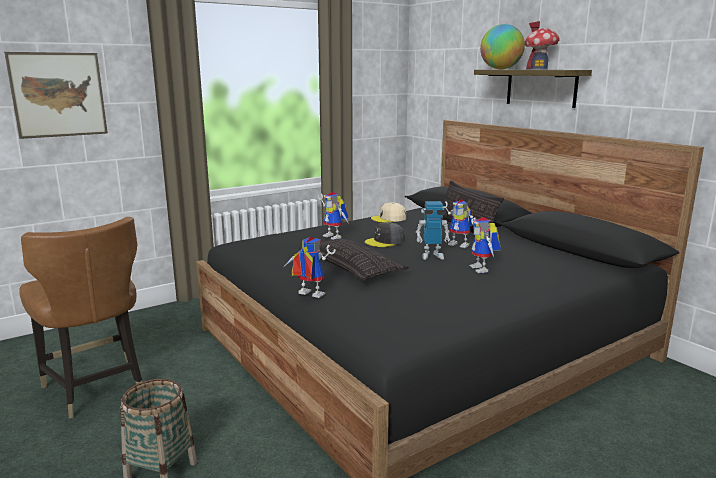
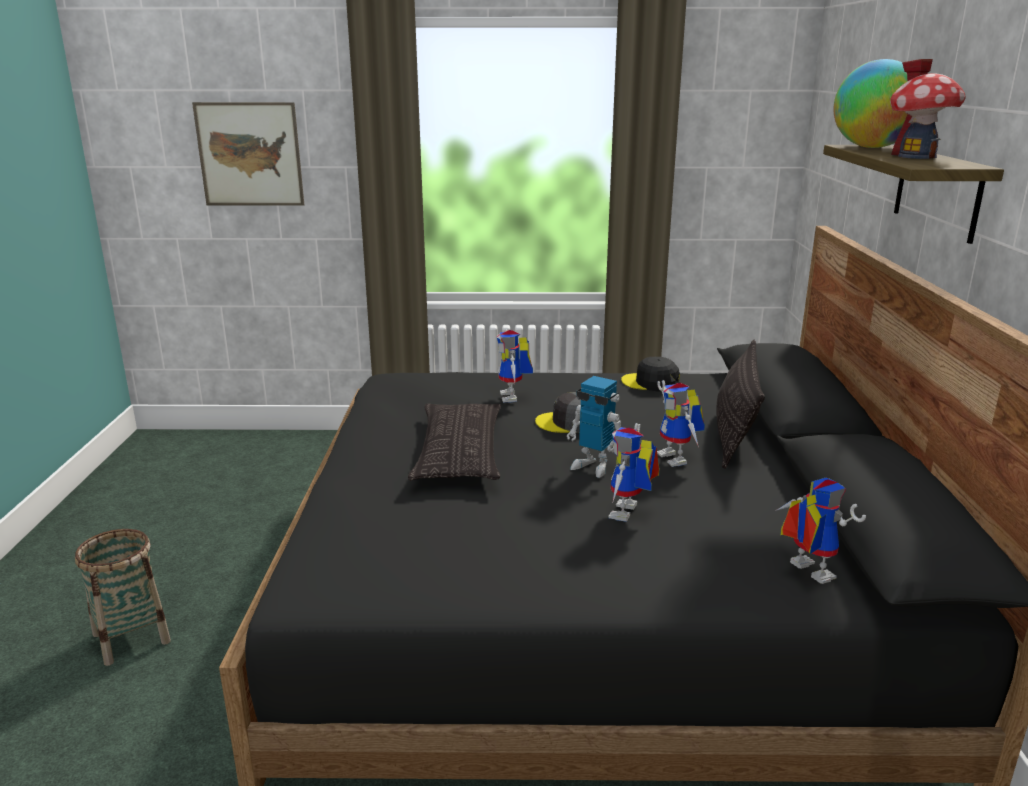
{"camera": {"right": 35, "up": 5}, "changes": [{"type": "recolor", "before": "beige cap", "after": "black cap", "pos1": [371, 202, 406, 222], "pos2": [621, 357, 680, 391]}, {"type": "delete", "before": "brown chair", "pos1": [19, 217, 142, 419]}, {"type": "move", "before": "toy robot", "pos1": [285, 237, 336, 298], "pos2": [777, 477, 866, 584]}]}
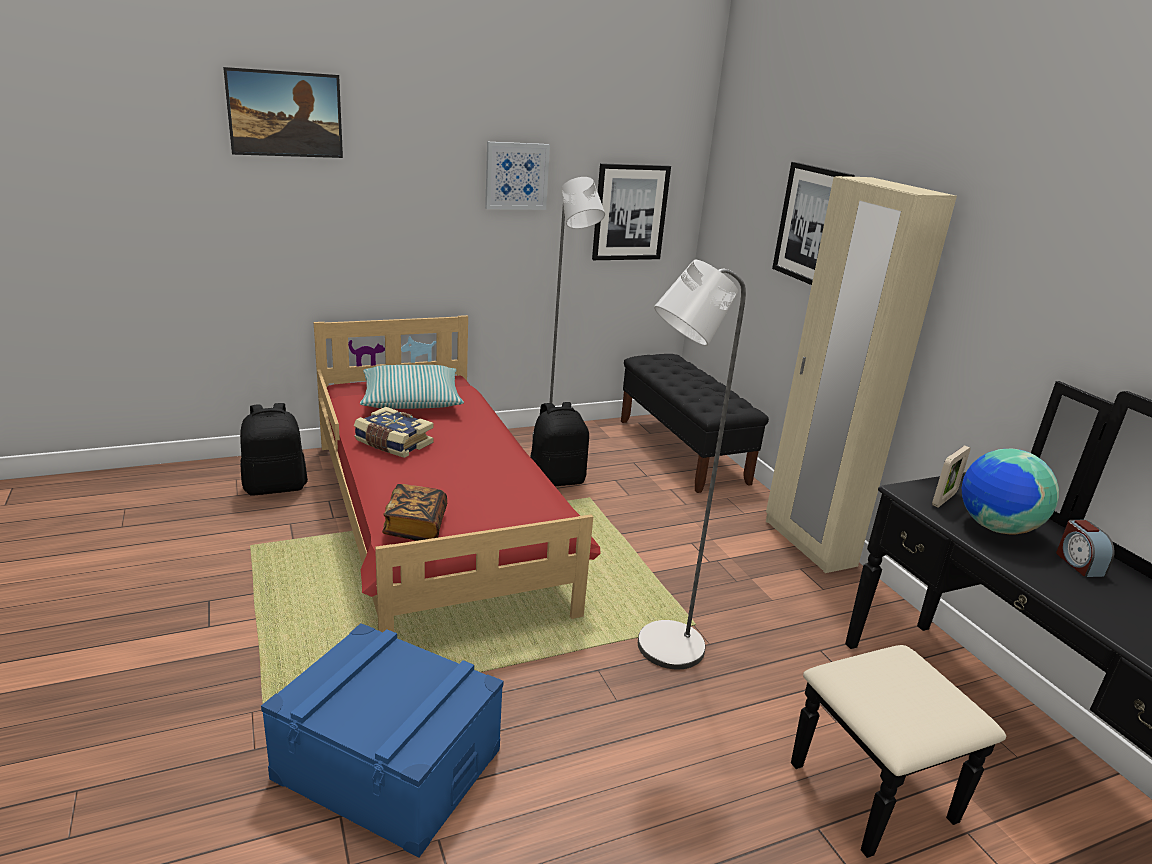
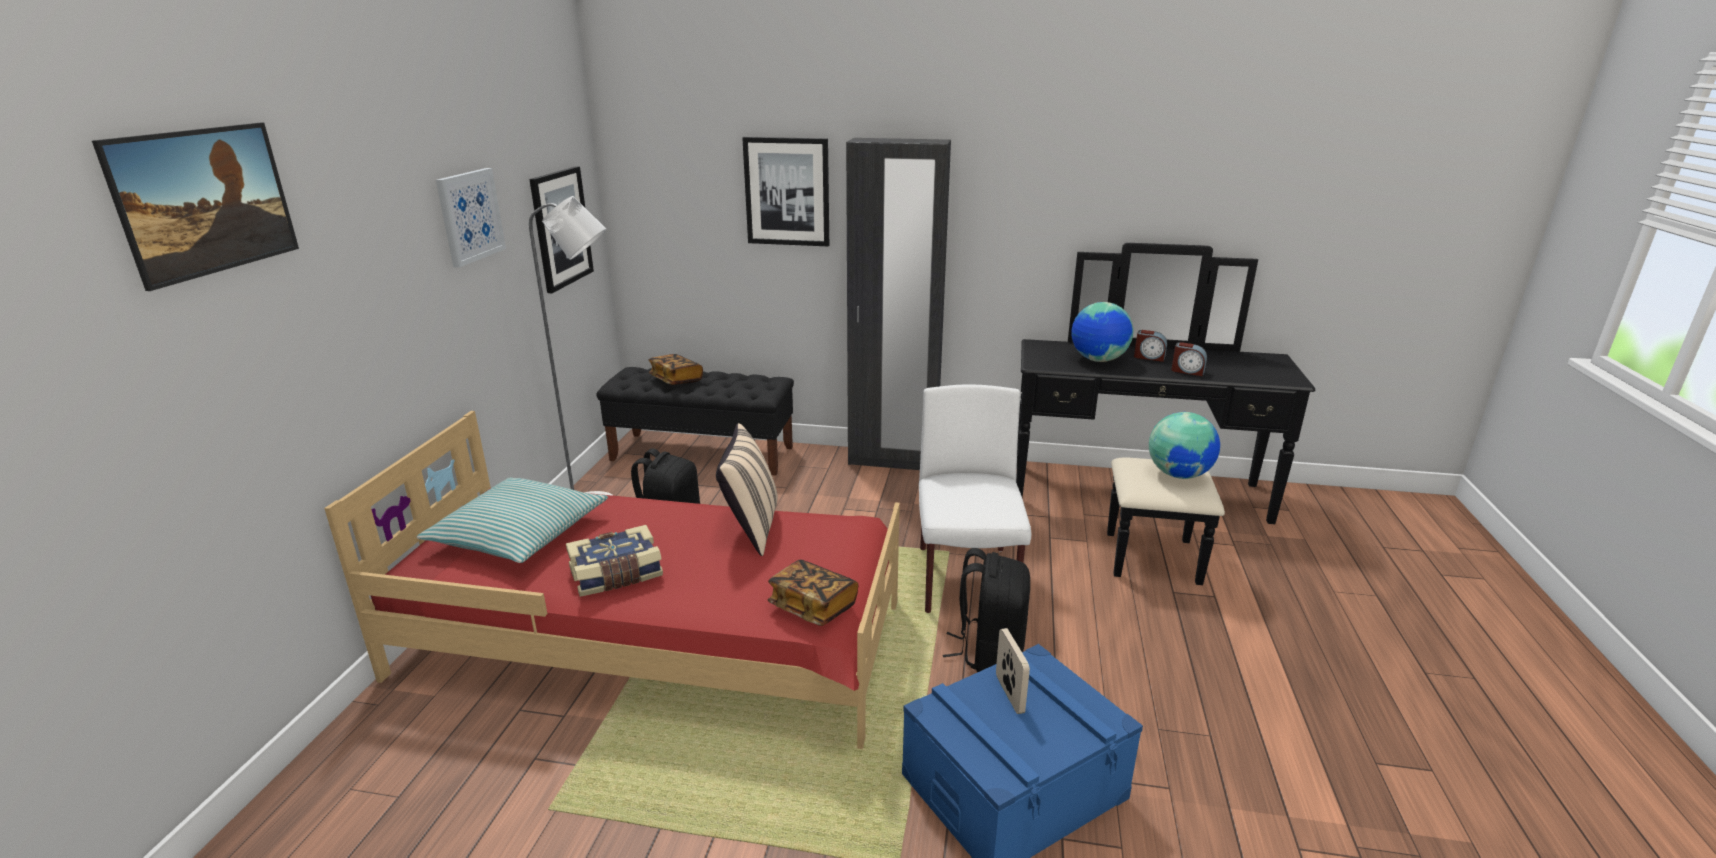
{"camera": {"right": -55, "up": 0}, "changes": [{"type": "recolor", "before": "beige wardrobe", "after": "black wardrobe", "pos1": [766, 176, 957, 573], "pos2": [846, 138, 951, 470]}, {"type": "replace", "before": "grey floor lamp", "after": "white chair", "pos1": [638, 260, 746, 670], "pos2": [919, 385, 1031, 613]}, {"type": "move", "before": "black backpack", "pos1": [240, 403, 308, 496], "pos2": [943, 548, 1030, 672]}, {"type": "move", "before": "picture frame", "pos1": [932, 445, 971, 507], "pos2": [996, 628, 1030, 714]}, {"type": "insert", "after": "alarm clock", "pos2": [1171, 342, 1207, 376]}, {"type": "insert", "after": "book", "pos2": [649, 354, 703, 385]}, {"type": "insert", "after": "globe", "pos2": [1149, 412, 1220, 479]}, {"type": "insert", "after": "beige pillow", "pos2": [716, 423, 778, 556]}]}
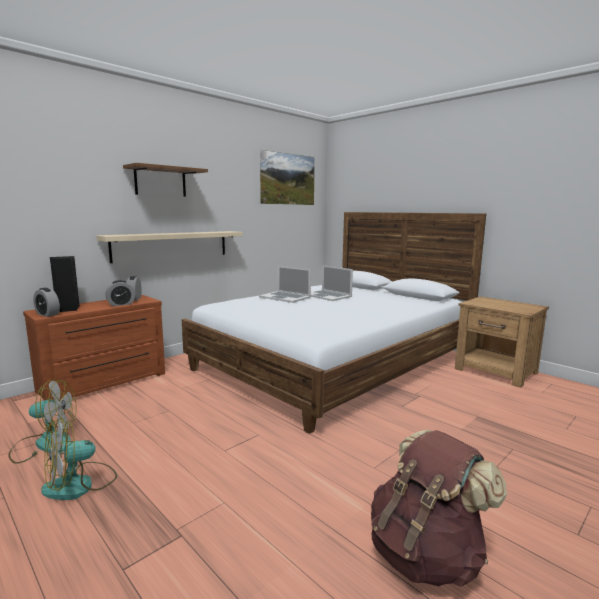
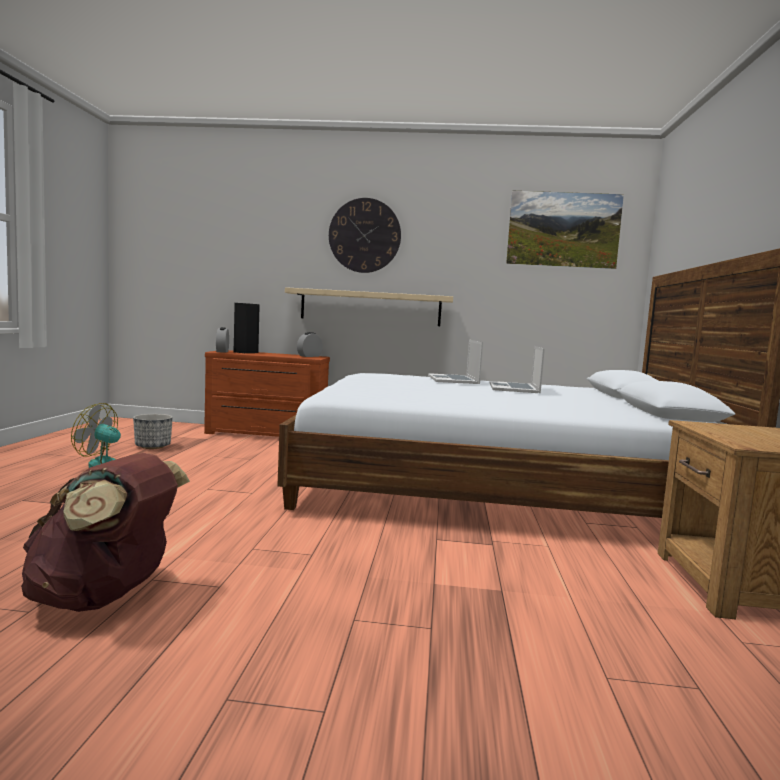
{"camera": {"right": 50, "up": -5}, "changes": [{"type": "replace", "before": "brown shelf", "after": "wall clock", "pos1": [123, 163, 208, 196], "pos2": [329, 198, 401, 273]}, {"type": "delete", "before": "alarm clock", "pos1": [105, 280, 135, 306]}, {"type": "replace", "before": "fan", "after": "planter", "pos1": [8, 379, 77, 464], "pos2": [133, 414, 173, 449]}]}
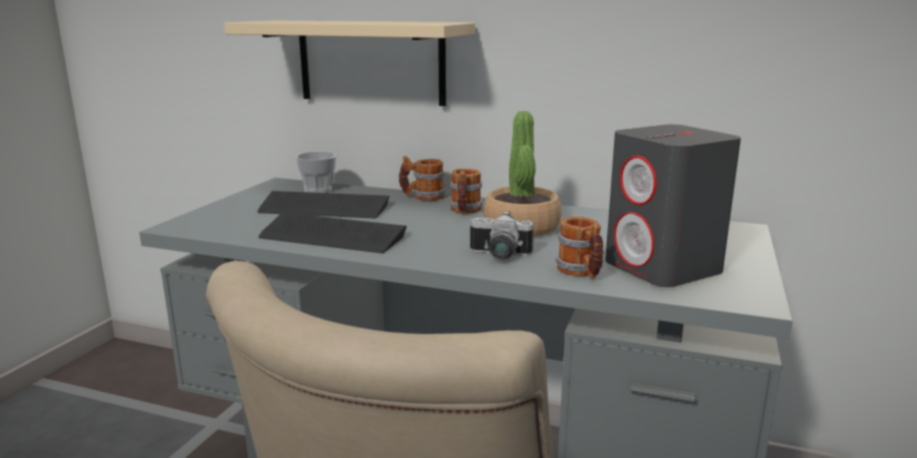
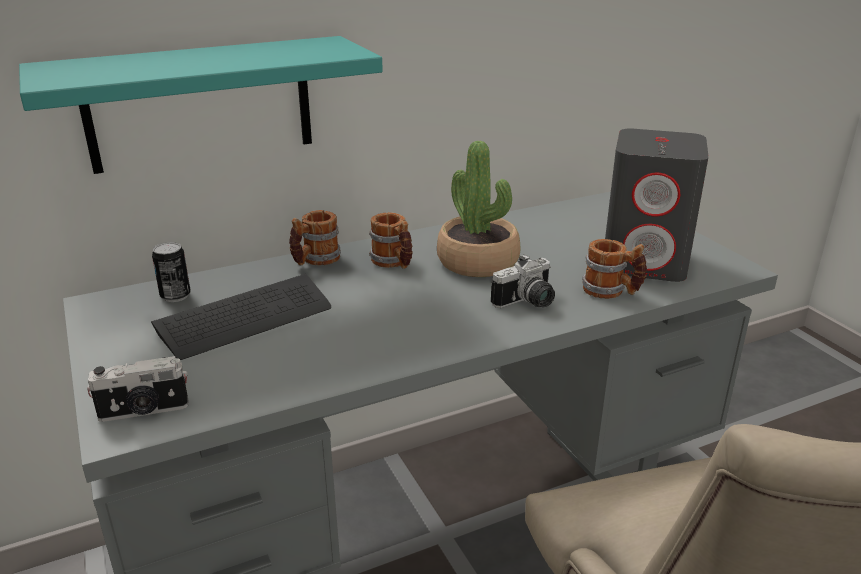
{"camera": {"right": -45, "up": 10}, "changes": [{"type": "recolor", "before": "beige shelf", "after": "turquoise shelf", "pos1": [224, 21, 475, 106], "pos2": [19, 36, 383, 174]}, {"type": "replace", "before": "cup", "after": "can", "pos1": [295, 152, 336, 193], "pos2": [152, 242, 191, 302]}, {"type": "delete", "before": "keyboard", "pos1": [258, 212, 407, 253]}, {"type": "insert", "after": "photo camera", "pos2": [87, 356, 188, 422]}]}
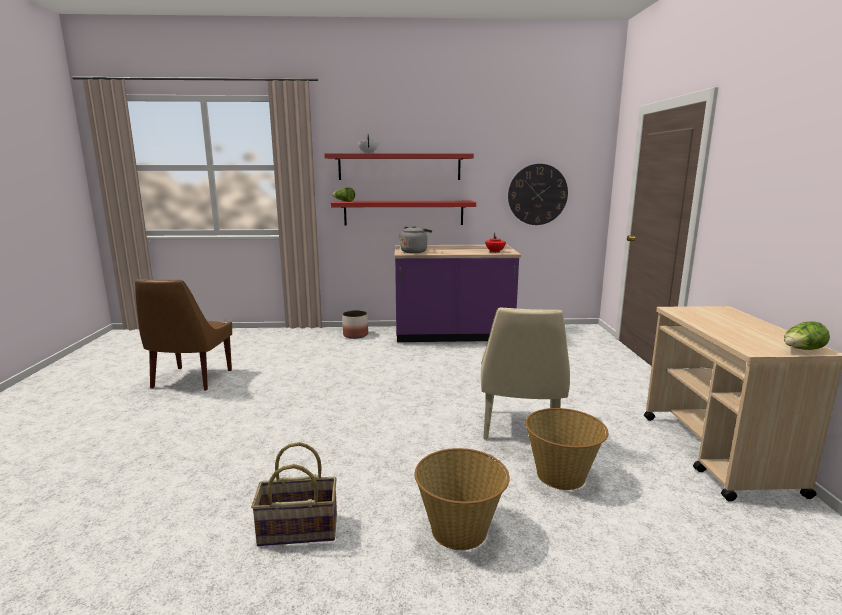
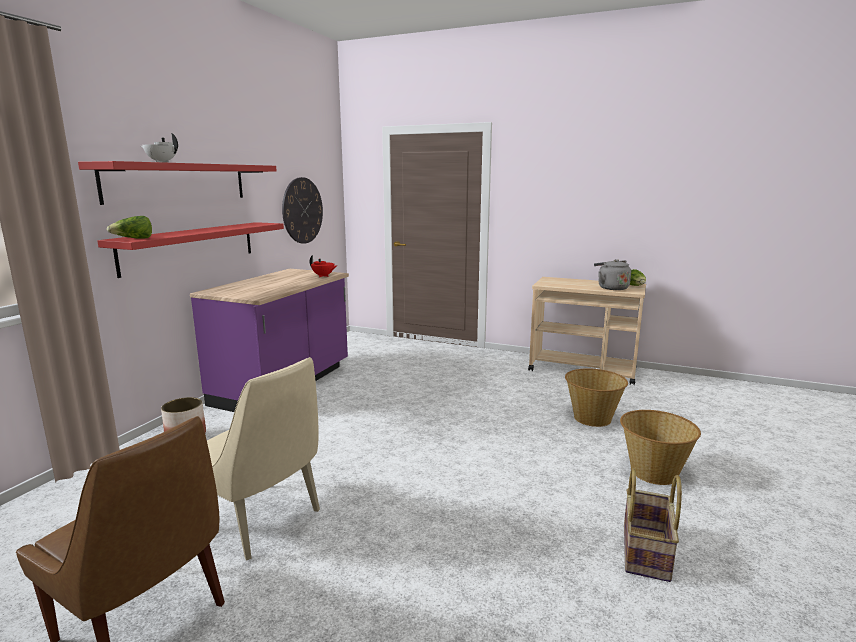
{"camera": {"right": -65, "up": 0}, "changes": [{"type": "move", "before": "grey kettle", "pos1": [399, 226, 432, 253], "pos2": [594, 259, 631, 290]}, {"type": "move", "before": "beige chair", "pos1": [481, 307, 570, 440], "pos2": [207, 357, 320, 561]}]}
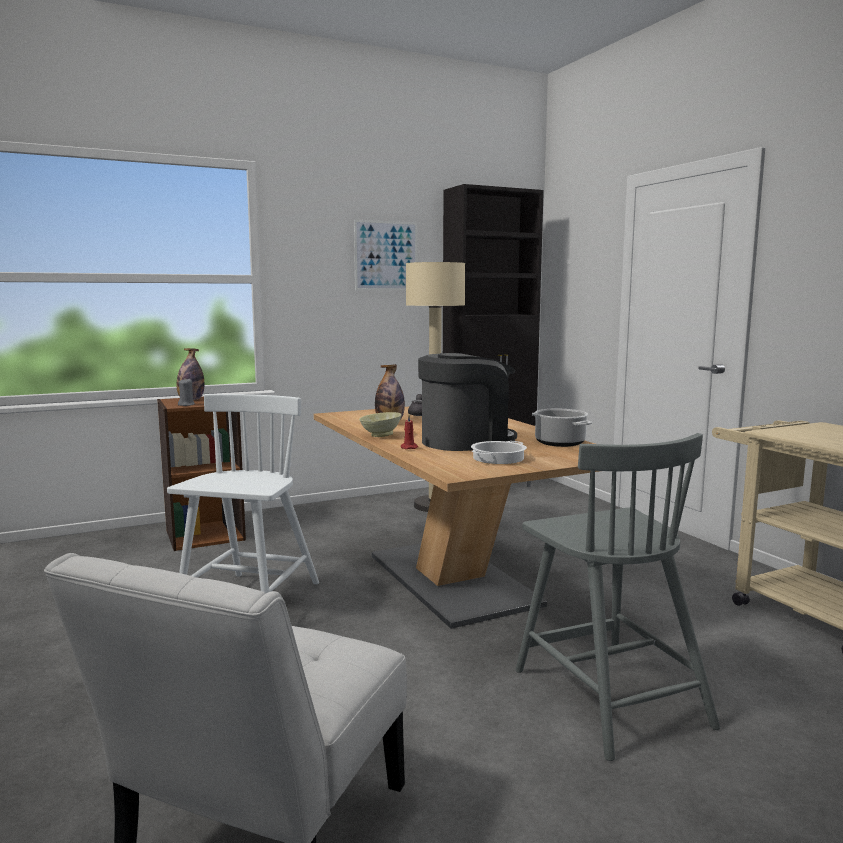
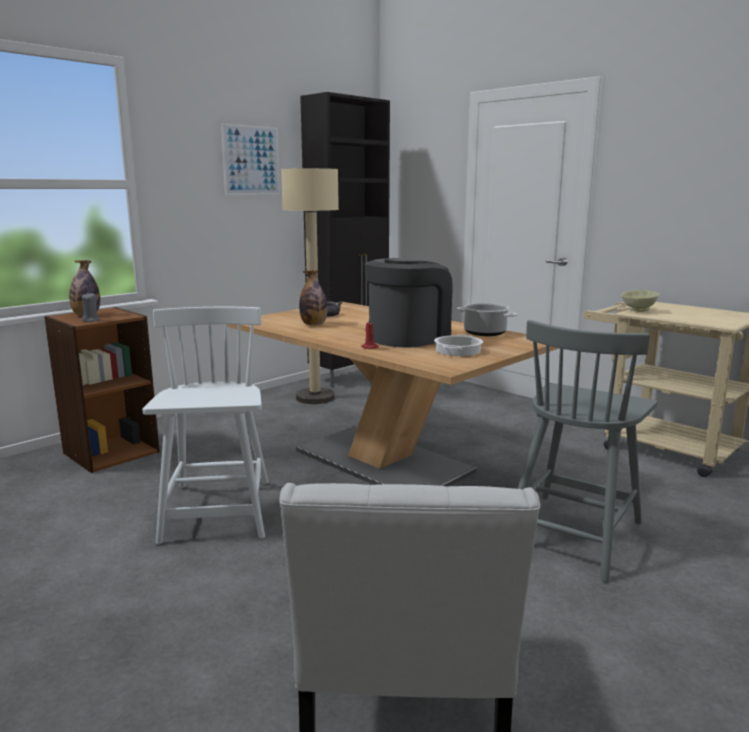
{"camera": {"right": -20, "up": 5}, "changes": [{"type": "move", "before": "beige bowl", "pos1": [359, 412, 402, 437], "pos2": [621, 290, 659, 312]}, {"type": "rotate", "before": "grey chair", "pos1": [516, 433, 720, 761], "pos2": [518, 320, 657, 582], "turn": 75}]}
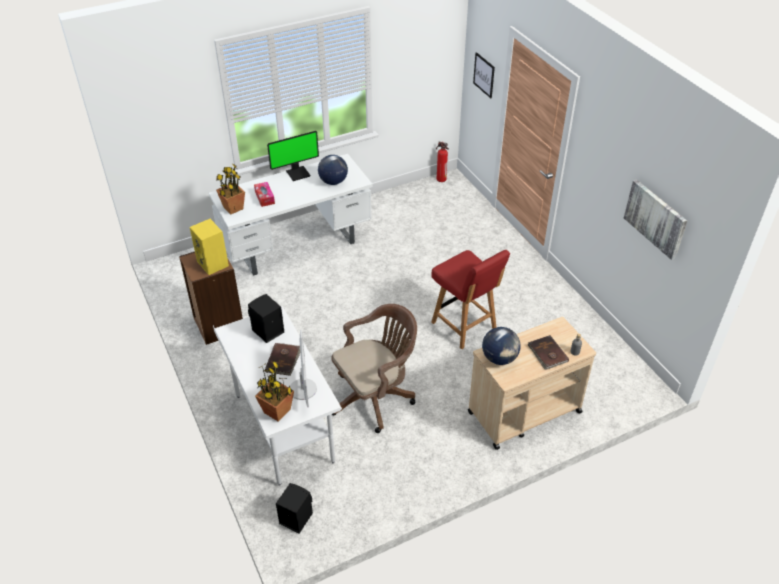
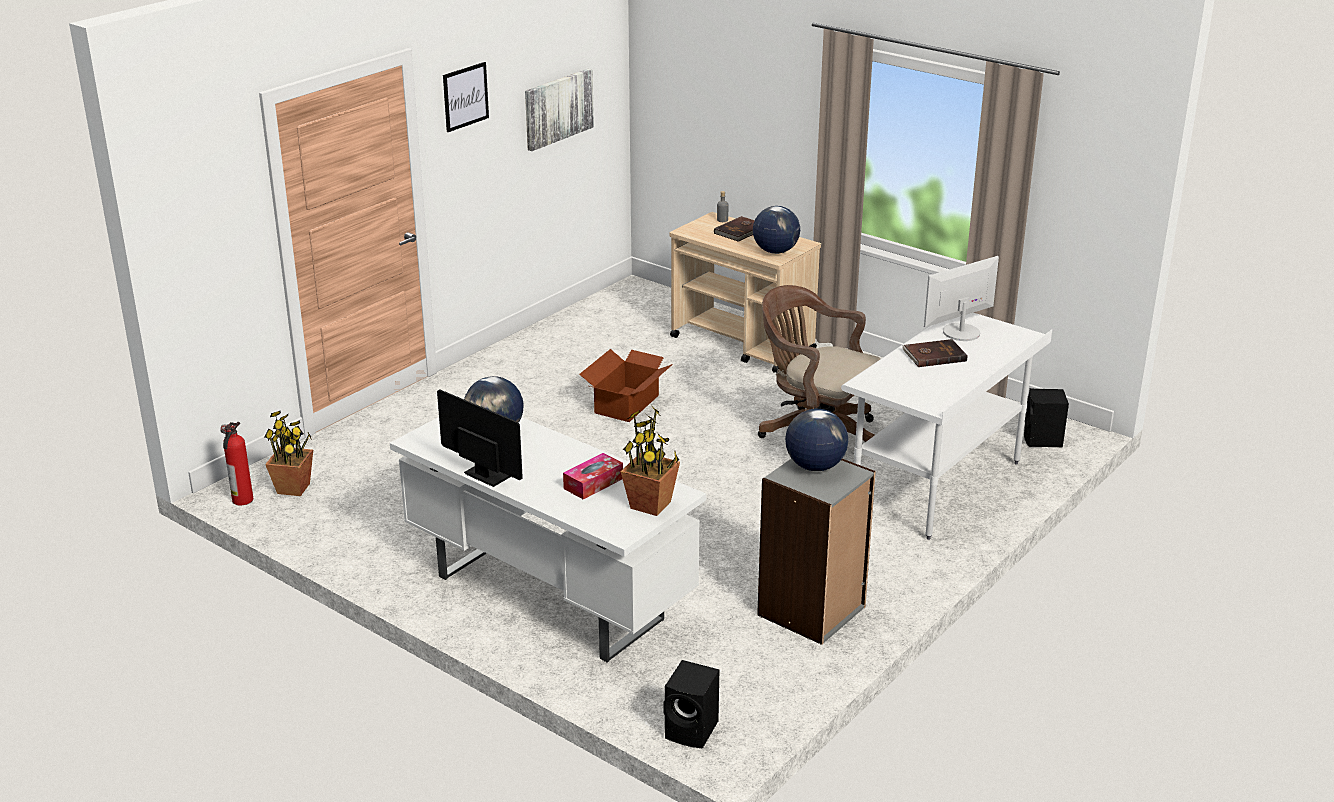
{"camera": {"right": -115, "up": -15}, "changes": [{"type": "move", "before": "picture", "pos1": [473, 52, 495, 98], "pos2": [443, 62, 489, 132]}, {"type": "replace", "before": "yellow speaker", "after": "globe", "pos1": [190, 219, 229, 275], "pos2": [785, 409, 848, 471]}, {"type": "replace", "before": "red chair", "after": "cardboard box", "pos1": [431, 250, 510, 349], "pos2": [579, 349, 673, 422]}, {"type": "recolor", "before": "brown bookcase", "after": "grey bookcase", "pos1": [179, 252, 243, 345], "pos2": [757, 459, 876, 645]}, {"type": "move", "before": "black speaker", "pos1": [248, 294, 284, 343], "pos2": [664, 660, 719, 749]}, {"type": "move", "before": "potted plant", "pos1": [255, 361, 294, 422], "pos2": [264, 411, 313, 496]}]}
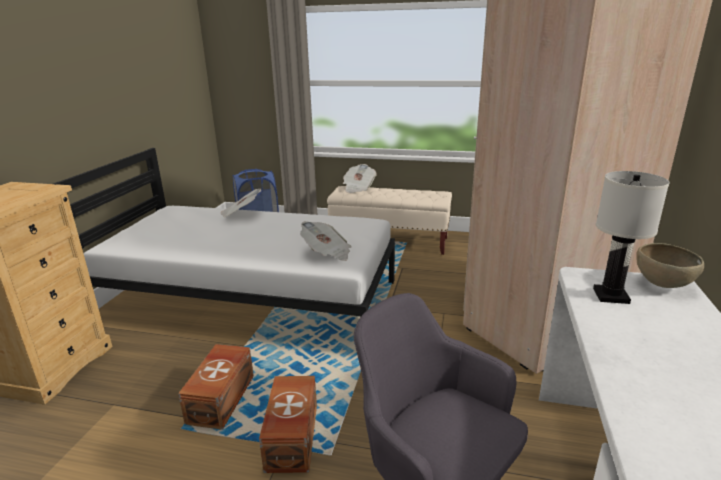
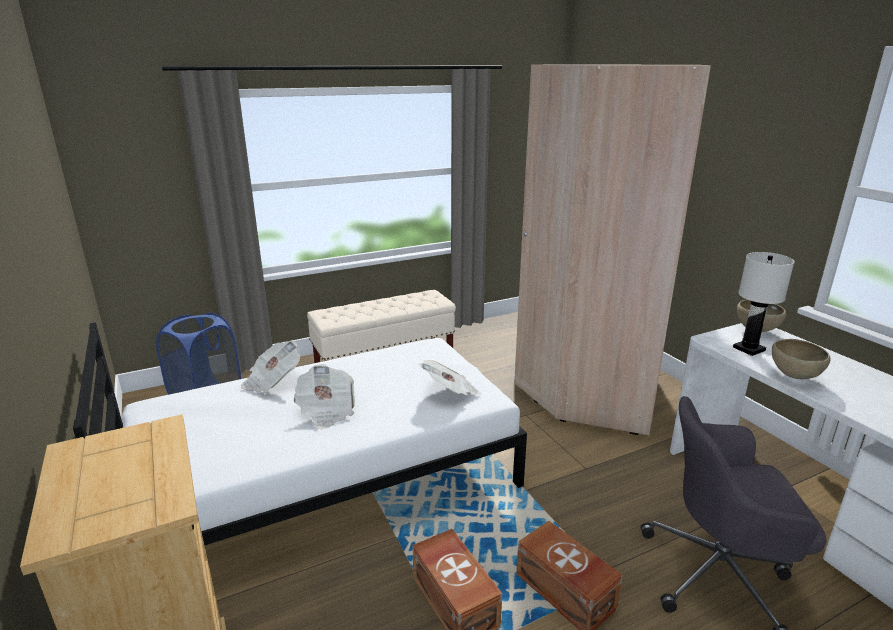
{"camera": {"right": -40, "up": 0}, "changes": [{"type": "move", "before": "newspaper", "pos1": [343, 164, 377, 193], "pos2": [293, 364, 355, 430]}, {"type": "insert", "after": "brown bowl", "pos2": [772, 339, 831, 379]}]}
